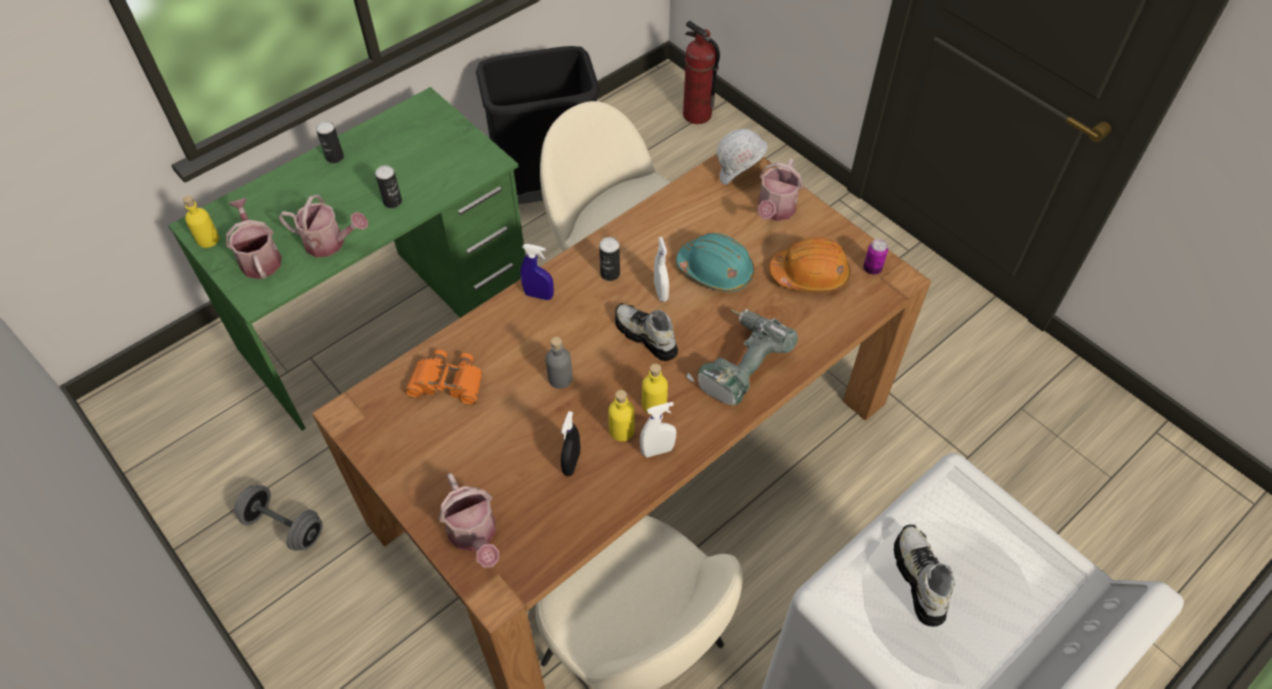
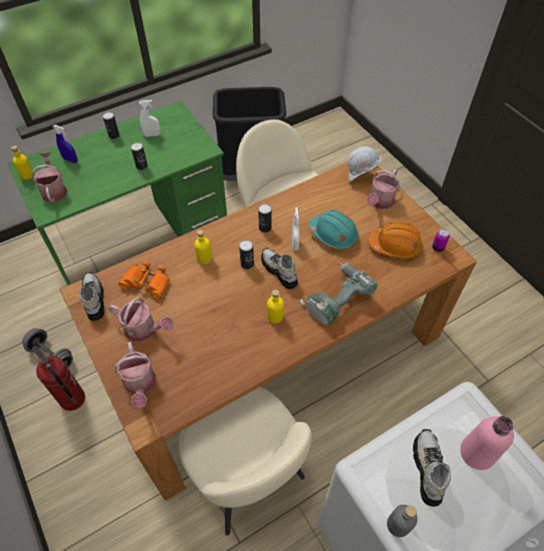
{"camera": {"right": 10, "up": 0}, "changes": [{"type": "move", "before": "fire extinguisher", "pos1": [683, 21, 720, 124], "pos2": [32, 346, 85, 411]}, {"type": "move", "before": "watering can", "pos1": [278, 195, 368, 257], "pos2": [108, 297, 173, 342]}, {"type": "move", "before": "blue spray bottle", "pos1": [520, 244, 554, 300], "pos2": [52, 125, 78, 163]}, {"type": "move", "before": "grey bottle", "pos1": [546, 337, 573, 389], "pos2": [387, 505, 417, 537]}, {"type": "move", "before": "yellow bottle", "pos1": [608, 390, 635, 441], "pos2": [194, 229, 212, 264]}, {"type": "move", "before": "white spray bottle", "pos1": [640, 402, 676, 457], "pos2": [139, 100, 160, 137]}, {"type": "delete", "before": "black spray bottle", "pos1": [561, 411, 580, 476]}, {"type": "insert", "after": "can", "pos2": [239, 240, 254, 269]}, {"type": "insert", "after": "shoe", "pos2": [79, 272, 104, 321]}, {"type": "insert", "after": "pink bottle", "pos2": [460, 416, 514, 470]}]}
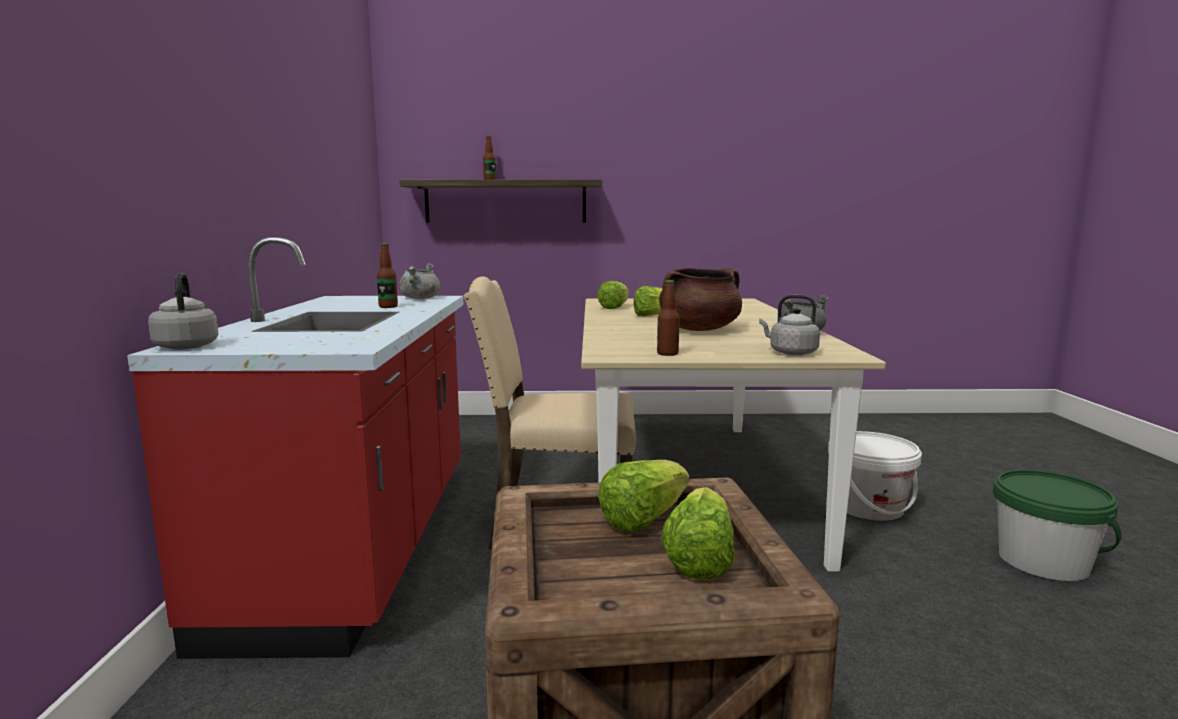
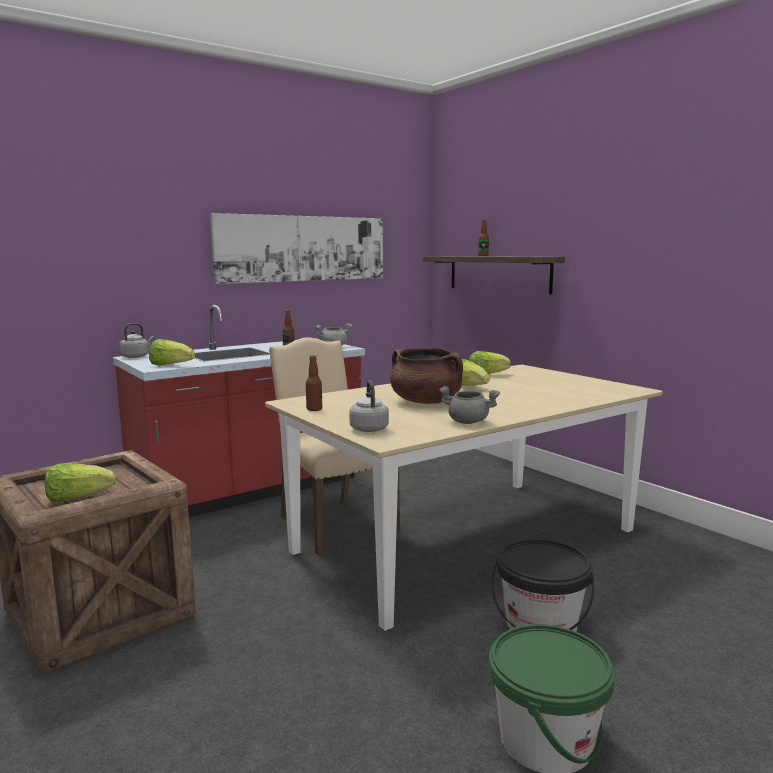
{"camera": {"right": 55, "up": 0}, "changes": [{"type": "recolor", "before": "white bucket", "after": "black bucket", "pos1": [828, 431, 922, 521], "pos2": [491, 539, 594, 632]}, {"type": "move", "before": "lettuce", "pos1": [598, 460, 689, 532], "pos2": [149, 339, 195, 366]}, {"type": "insert", "after": "picture", "pos2": [210, 213, 383, 284]}]}
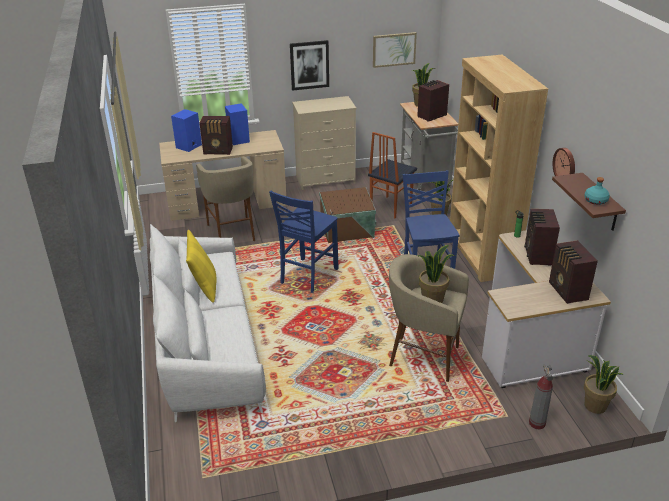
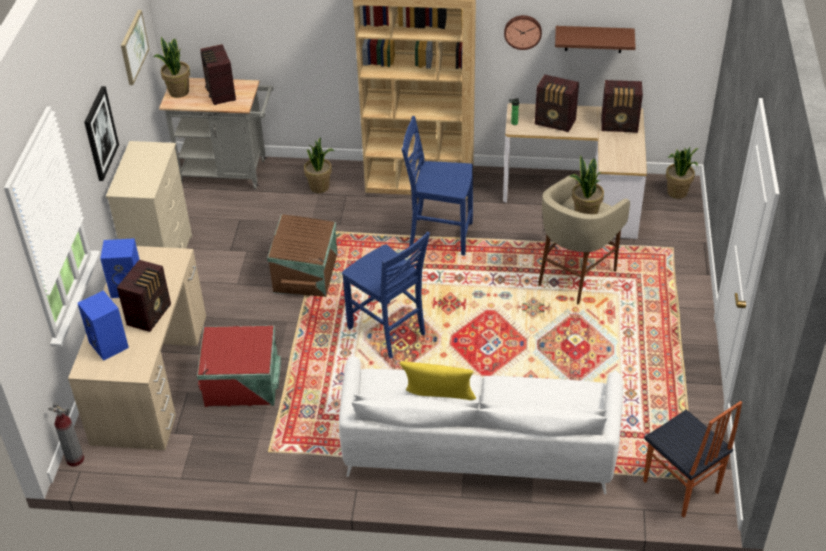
{"camera": {"right": -70, "up": 10}, "changes": [{"type": "move", "before": "chair", "pos1": [368, 132, 417, 218], "pos2": [643, 401, 742, 518]}, {"type": "replace", "before": "beige stool", "after": "red storage box", "pos1": [196, 156, 255, 241], "pos2": [197, 325, 281, 407]}, {"type": "delete", "before": "turquoise bottle", "pos1": [584, 177, 610, 205]}, {"type": "move", "before": "fire extinguisher", "pos1": [529, 364, 554, 430], "pos2": [48, 403, 84, 466]}]}
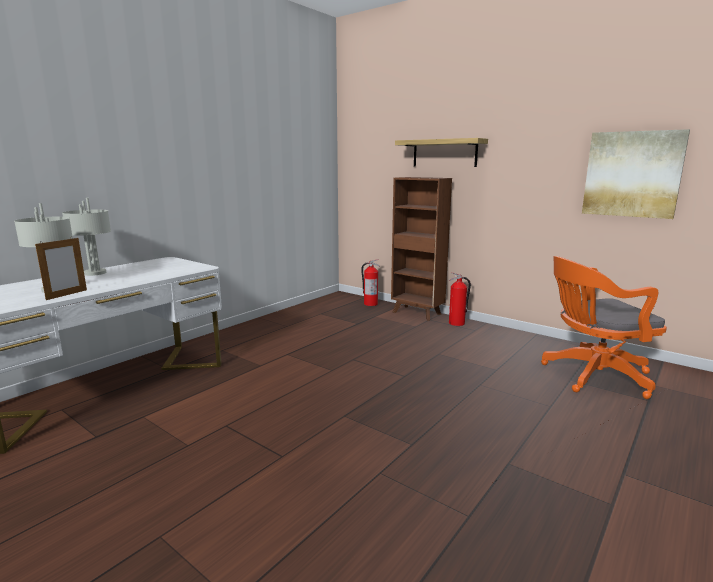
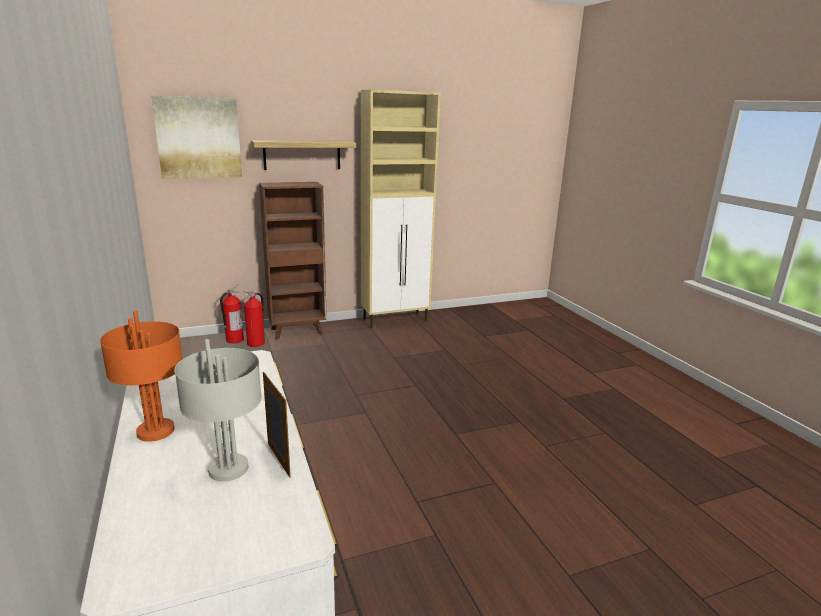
{"camera": {"right": -60, "up": 5}, "changes": [{"type": "move", "before": "picture", "pos1": [582, 129, 690, 219], "pos2": [151, 96, 242, 179]}, {"type": "recolor", "before": "grey table lamp", "after": "orange table lamp", "pos1": [62, 198, 111, 276], "pos2": [100, 310, 183, 442]}, {"type": "delete", "before": "orange office chair", "pos1": [541, 256, 667, 399]}, {"type": "move", "before": "fire extinguisher", "pos1": [449, 272, 471, 326], "pos2": [242, 292, 265, 347]}, {"type": "insert", "after": "beige cabinet", "pos2": [361, 90, 441, 328]}]}
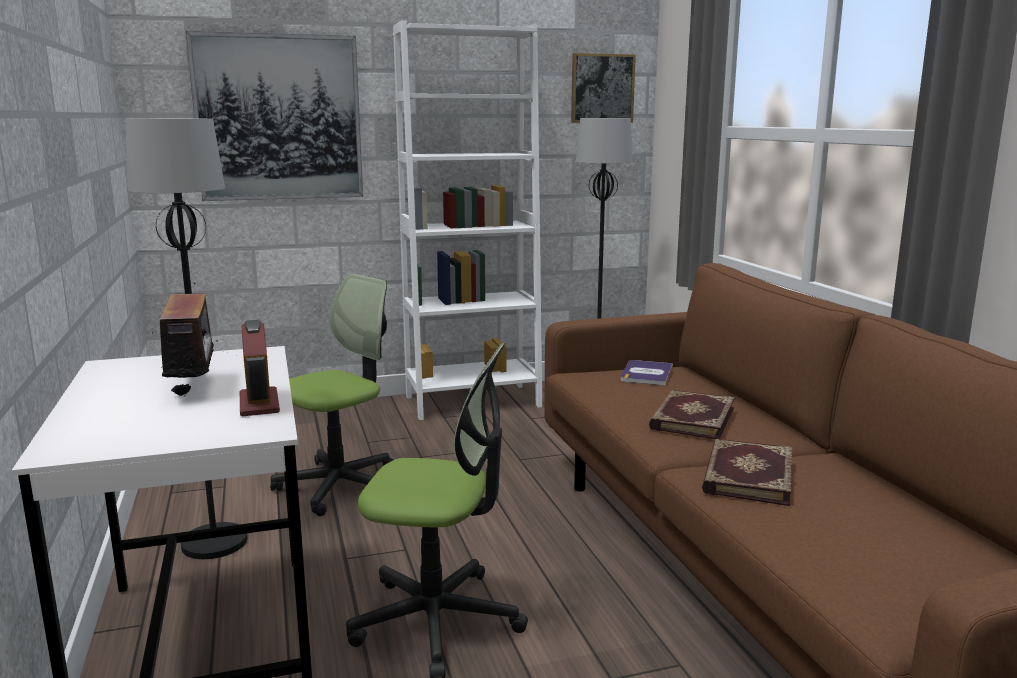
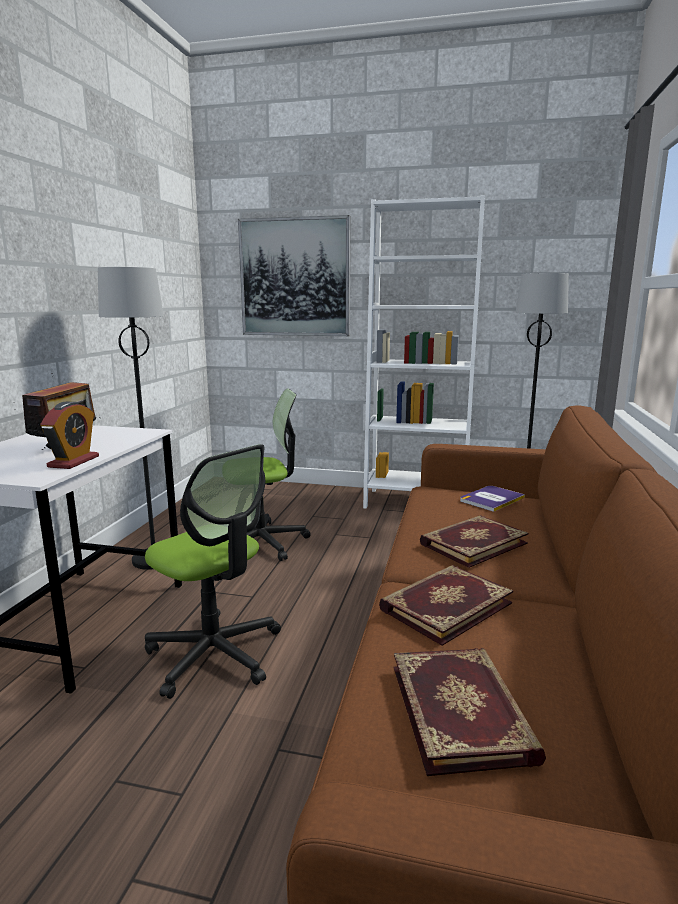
{"camera": {"right": 30, "up": 0}, "changes": [{"type": "delete", "before": "picture", "pos1": [571, 53, 636, 123]}, {"type": "insert", "after": "book", "pos2": [394, 648, 546, 776]}]}
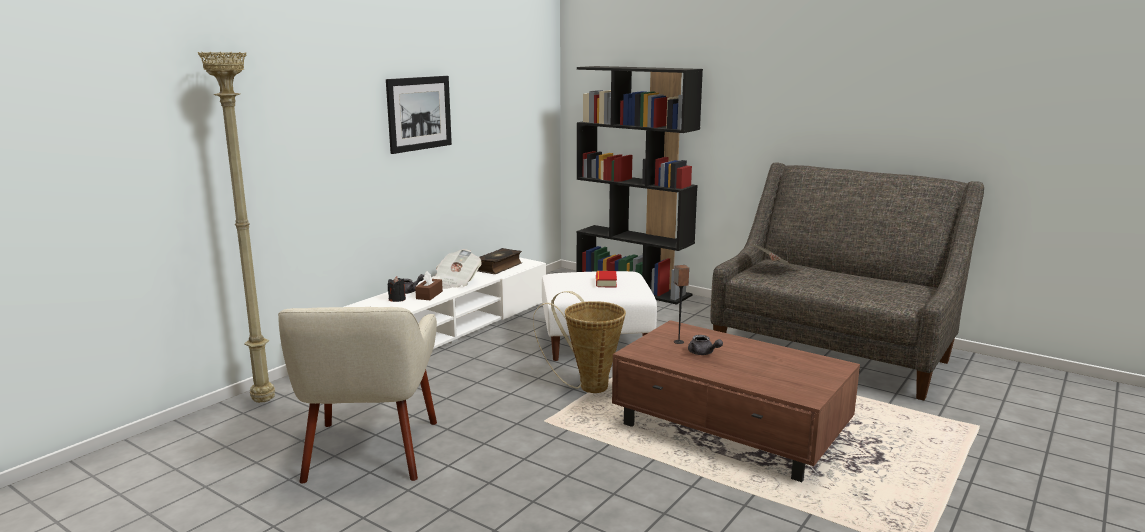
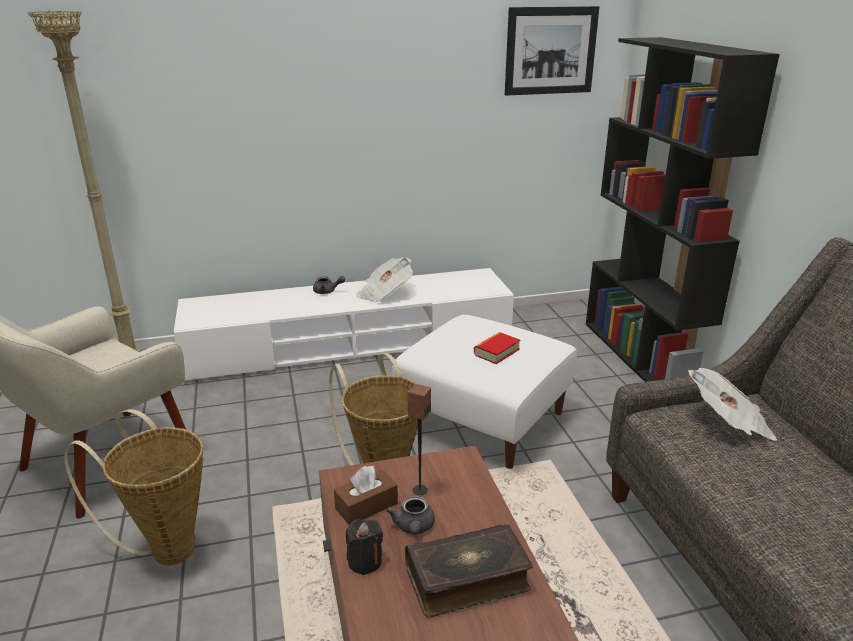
{"camera": {"right": 40, "up": 10}, "changes": [{"type": "move", "before": "picture", "pos1": [386, 76, 452, 154], "pos2": [505, 6, 599, 96]}, {"type": "move", "before": "book", "pos1": [477, 248, 522, 274], "pos2": [405, 524, 533, 617]}, {"type": "move", "before": "brown tissue box", "pos1": [415, 271, 443, 300], "pos2": [334, 466, 398, 525]}, {"type": "move", "before": "black candle", "pos1": [388, 276, 406, 302], "pos2": [346, 519, 383, 575]}, {"type": "insert", "after": "basket", "pos2": [64, 409, 204, 565]}]}
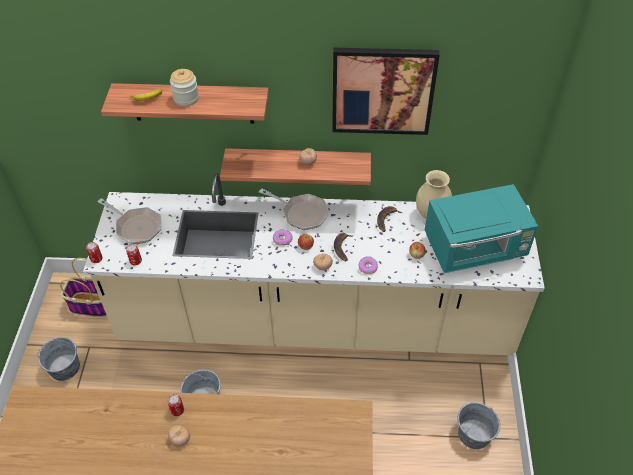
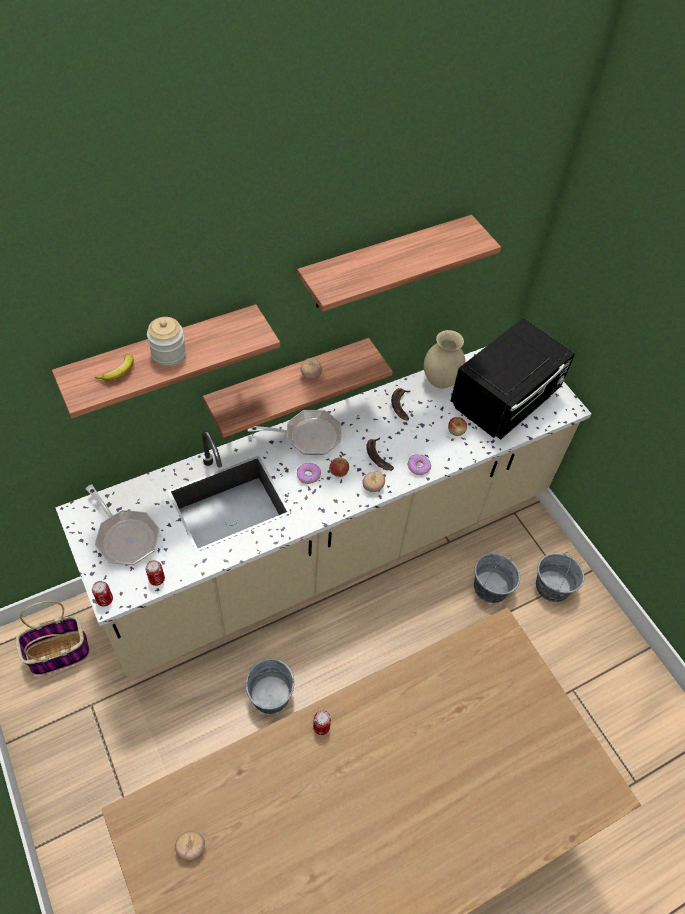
{"camera": {"right": -35, "up": 5}, "changes": [{"type": "replace", "before": "picture", "after": "shelf", "pos1": [332, 48, 440, 135], "pos2": [297, 215, 501, 311]}, {"type": "recolor", "before": "turquoise microwave", "after": "black microwave", "pos1": [425, 184, 538, 273], "pos2": [451, 318, 575, 440]}, {"type": "rotate", "before": "frying pan", "pos1": [98, 198, 161, 244], "pos2": [85, 485, 160, 565], "turn": 45}, {"type": "move", "before": "grey bucket", "pos1": [37, 337, 80, 381], "pos2": [474, 553, 520, 603]}, {"type": "move", "before": "tomato", "pos1": [168, 425, 190, 446], "pos2": [175, 831, 205, 861]}]}
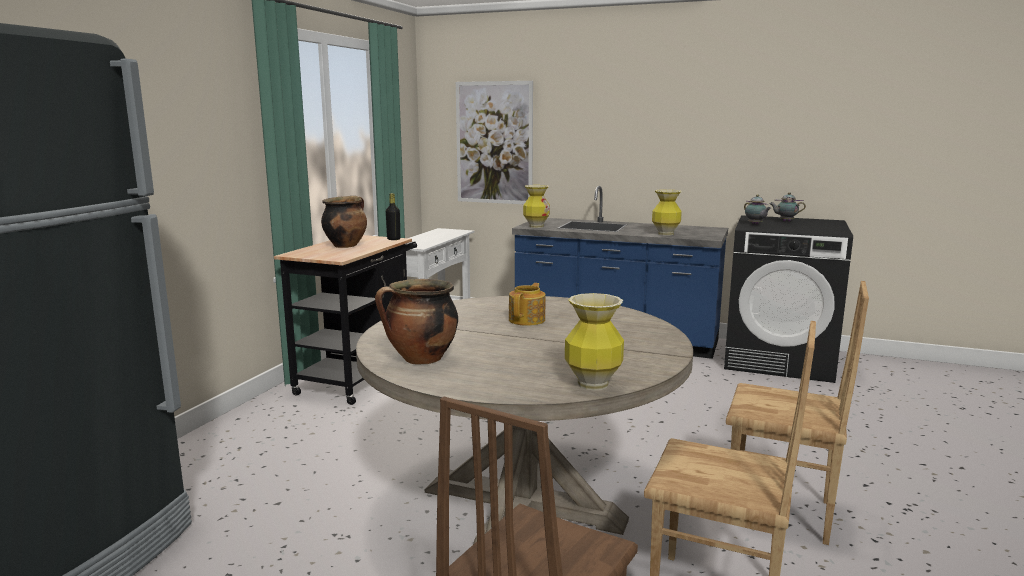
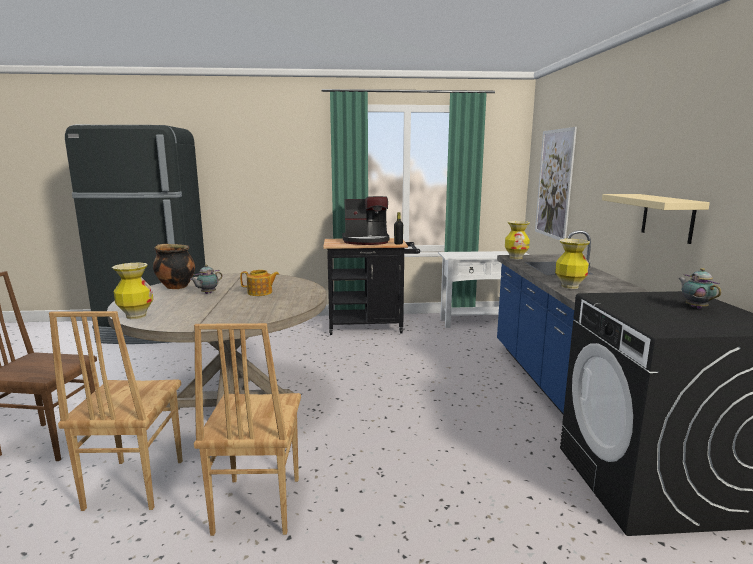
{"camera": {"right": 65, "up": 0}, "changes": [{"type": "move", "before": "teapot", "pos1": [744, 194, 771, 225], "pos2": [190, 265, 222, 294]}, {"type": "replace", "before": "cooking pot", "after": "coffee machine", "pos1": [321, 196, 367, 248], "pos2": [342, 196, 389, 245]}, {"type": "insert", "after": "beige shelf", "pos2": [602, 194, 710, 244]}]}
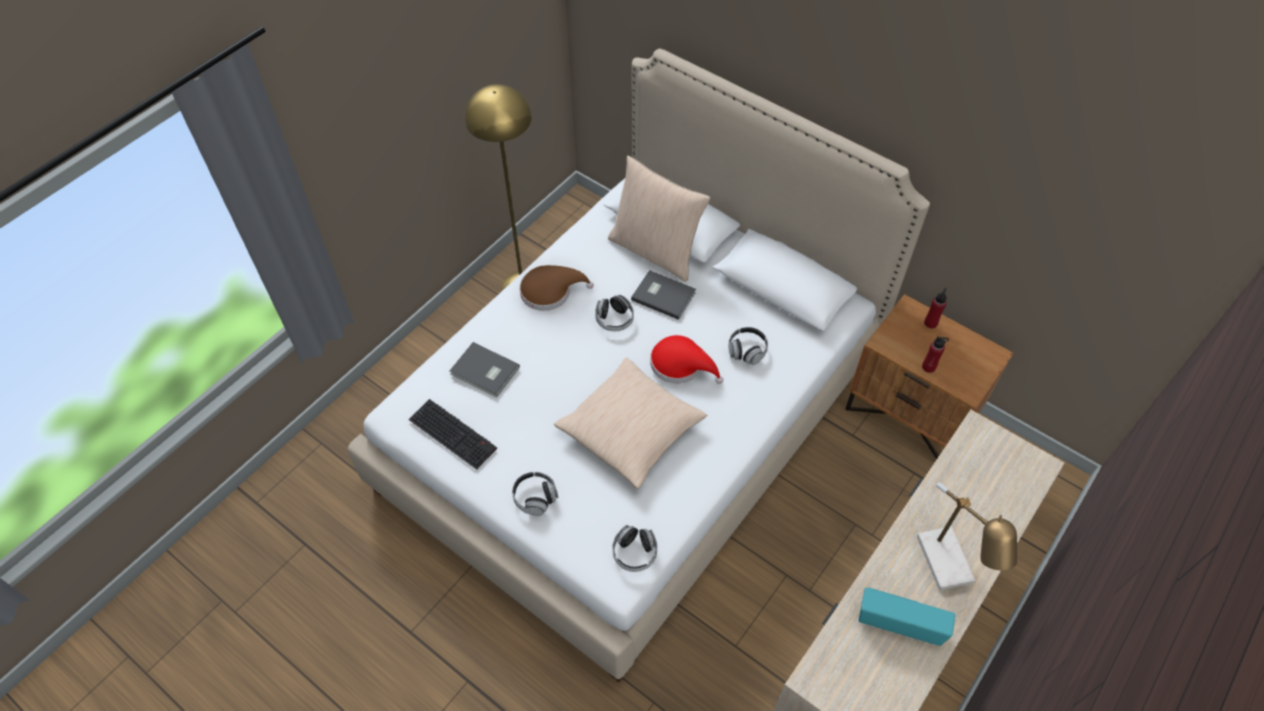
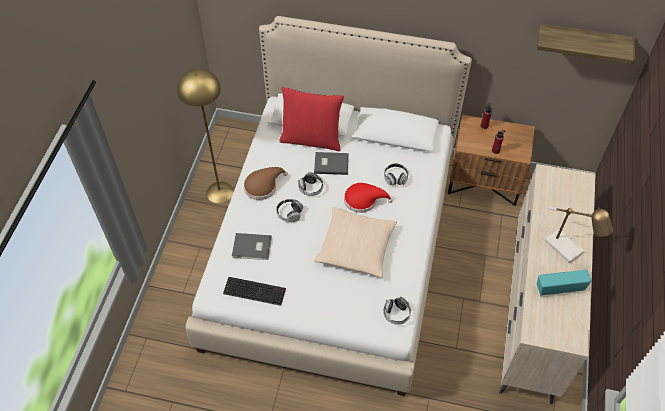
{"camera": {"right": -25, "up": 0}, "changes": [{"type": "recolor", "before": "beige pillow", "after": "red pillow", "pos1": [608, 156, 711, 282], "pos2": [279, 87, 344, 151]}, {"type": "move", "before": "headphones", "pos1": [512, 472, 559, 516], "pos2": [276, 199, 303, 222]}, {"type": "insert", "after": "shelf", "pos2": [537, 23, 635, 64]}]}
